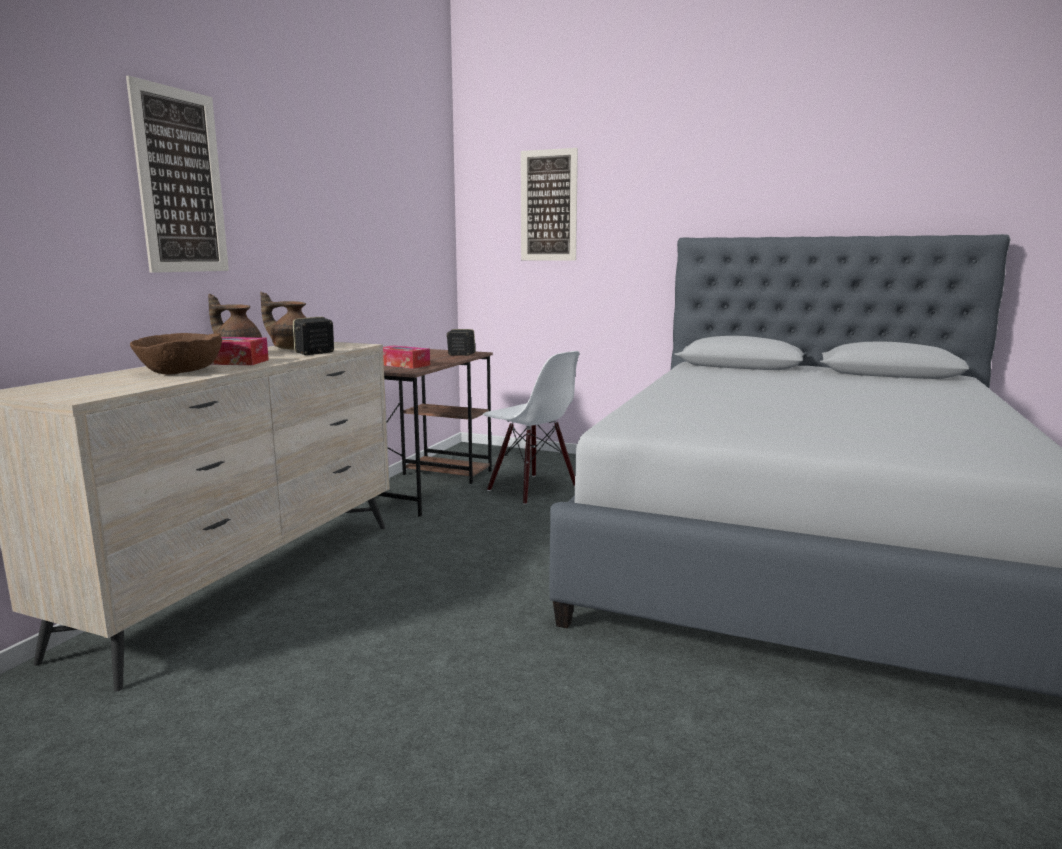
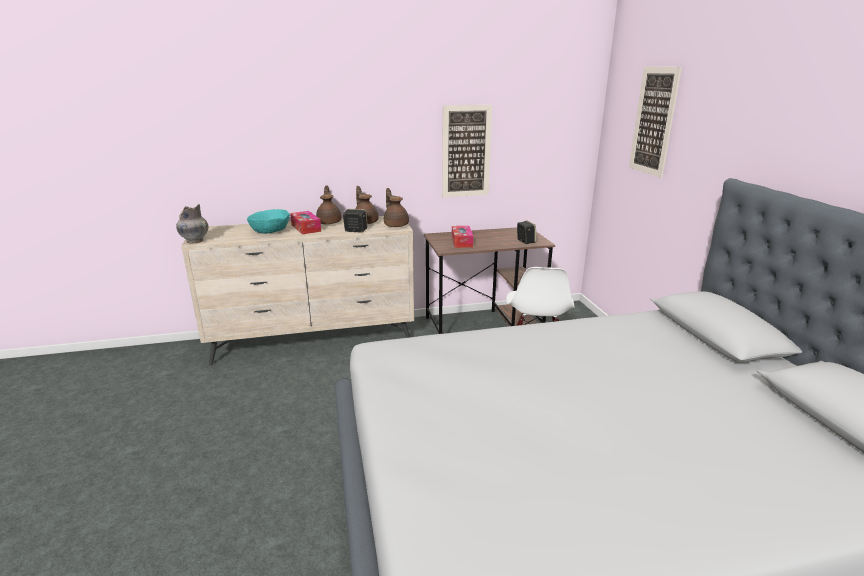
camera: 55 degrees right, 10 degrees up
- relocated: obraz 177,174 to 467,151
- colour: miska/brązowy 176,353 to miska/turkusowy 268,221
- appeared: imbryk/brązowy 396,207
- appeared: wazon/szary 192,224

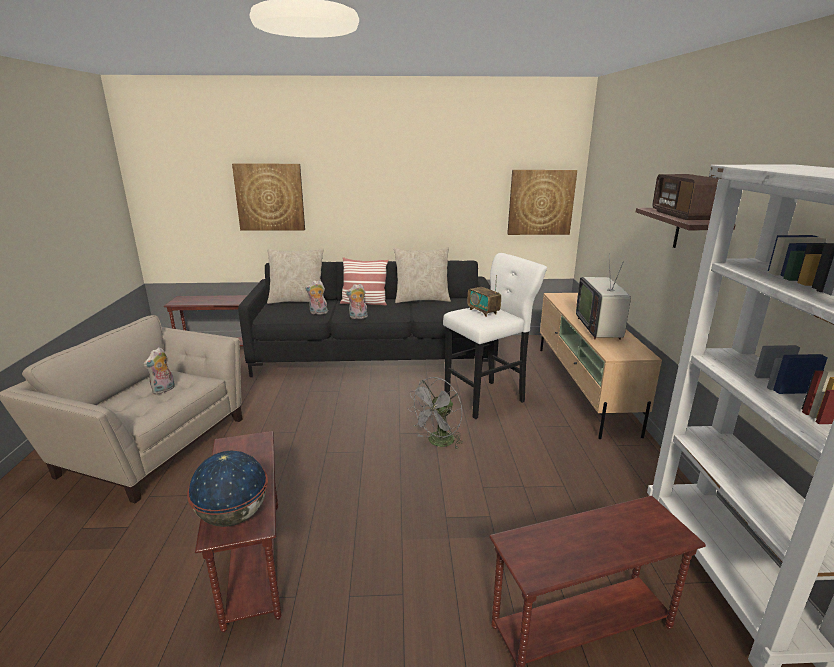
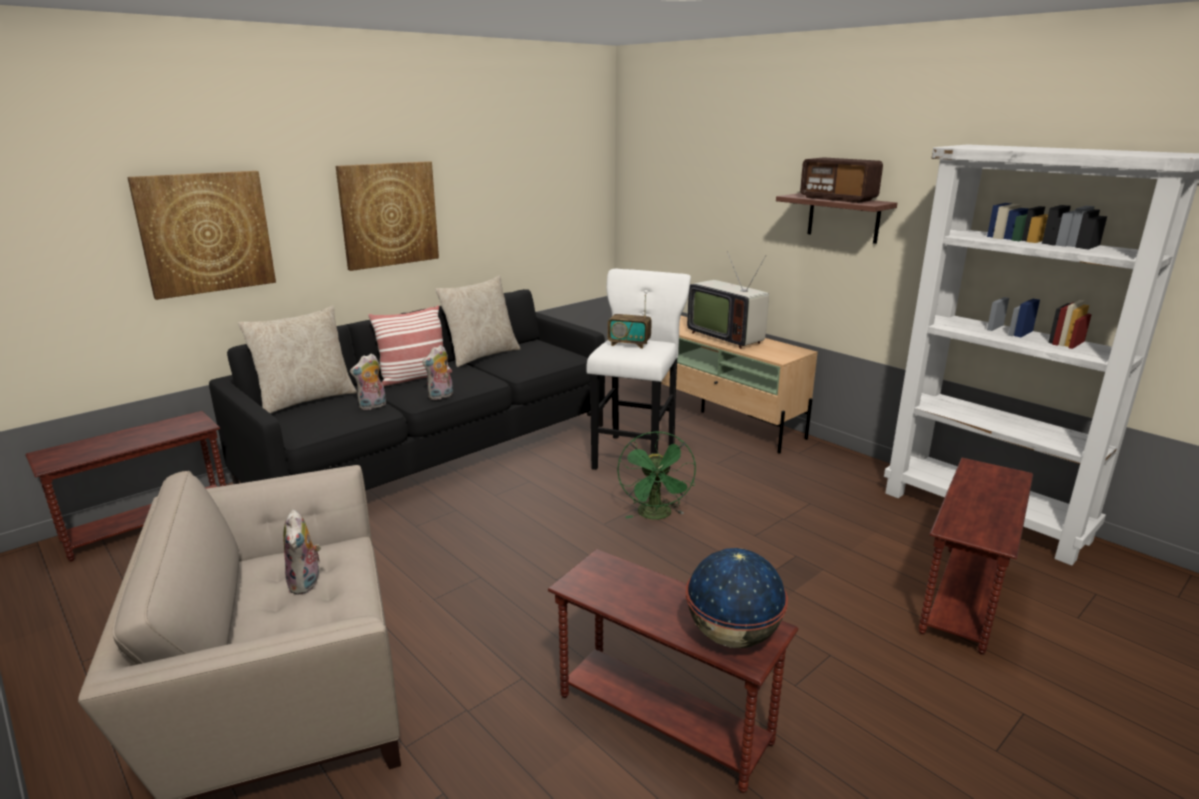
camera: 40 degrees left, 0 degrees up
- relocated: obraz 542,202 to 387,216
- colour: wentylator/szary 435,413 to wentylator/zielony 656,475

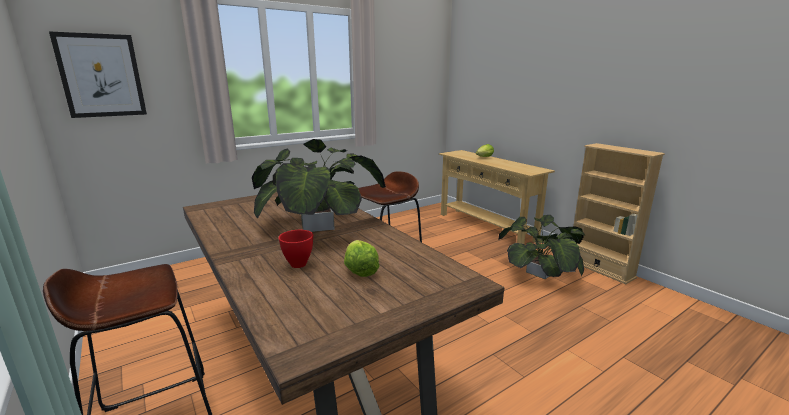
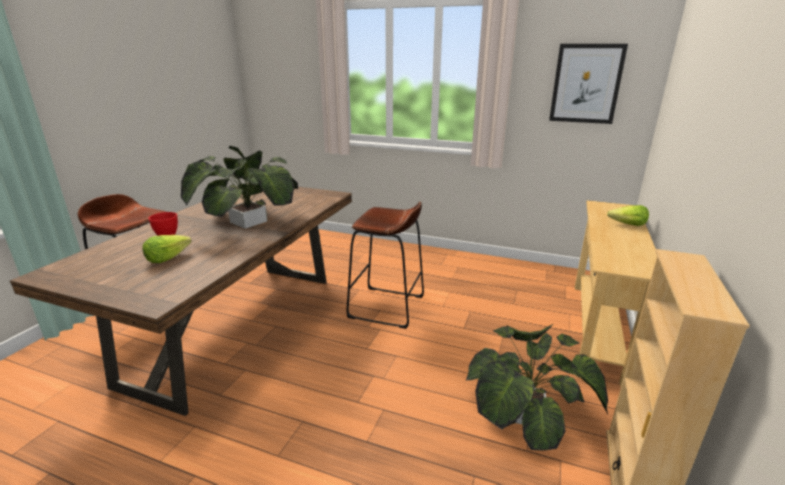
camera: 55 degrees right, 5 degrees up
- relocated: obraz 98,74 to 588,84

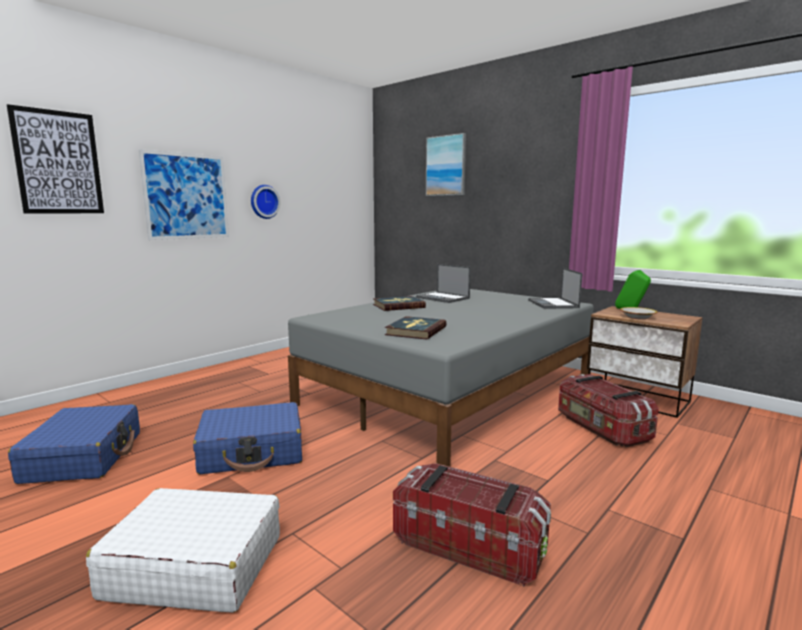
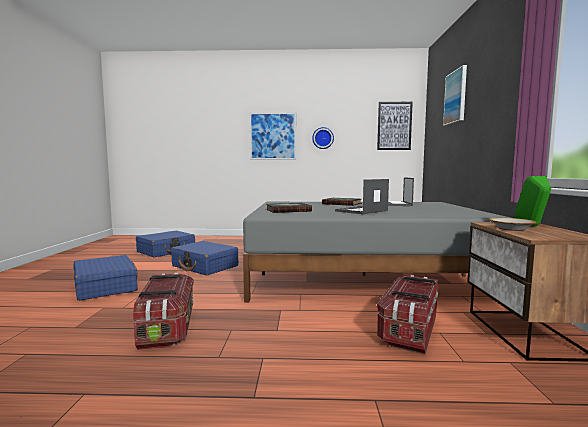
camera: 50 degrees right, 5 degrees down
- relocated: obraz 55,159 to 395,126
- relocated: laptop 555,288 to 362,196
- colour: walizka/biały 183,550 to walizka/niebieski 105,278

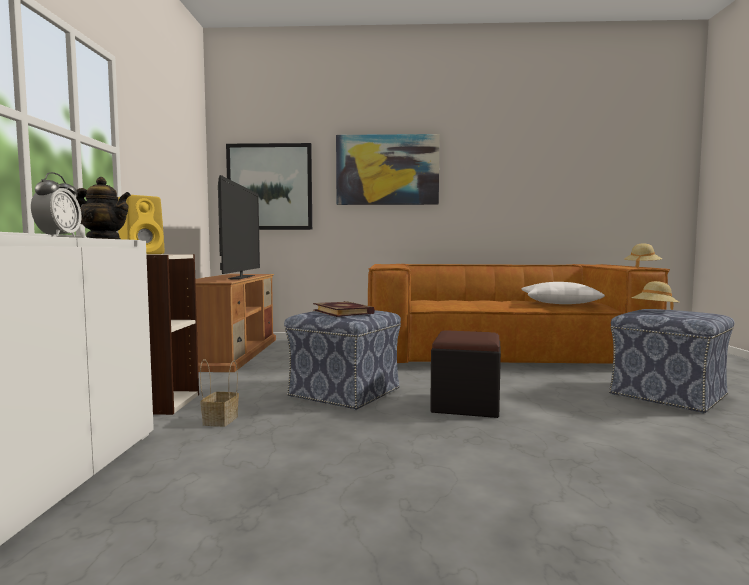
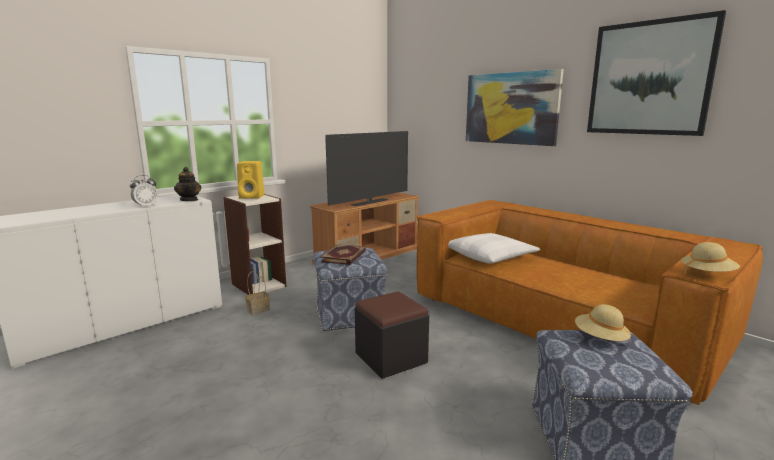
camera: 45 degrees right, 10 degrees up
- relocated: obraz 269,186 to 656,73
- relocated: poduszka/biały 563,293 to 494,248

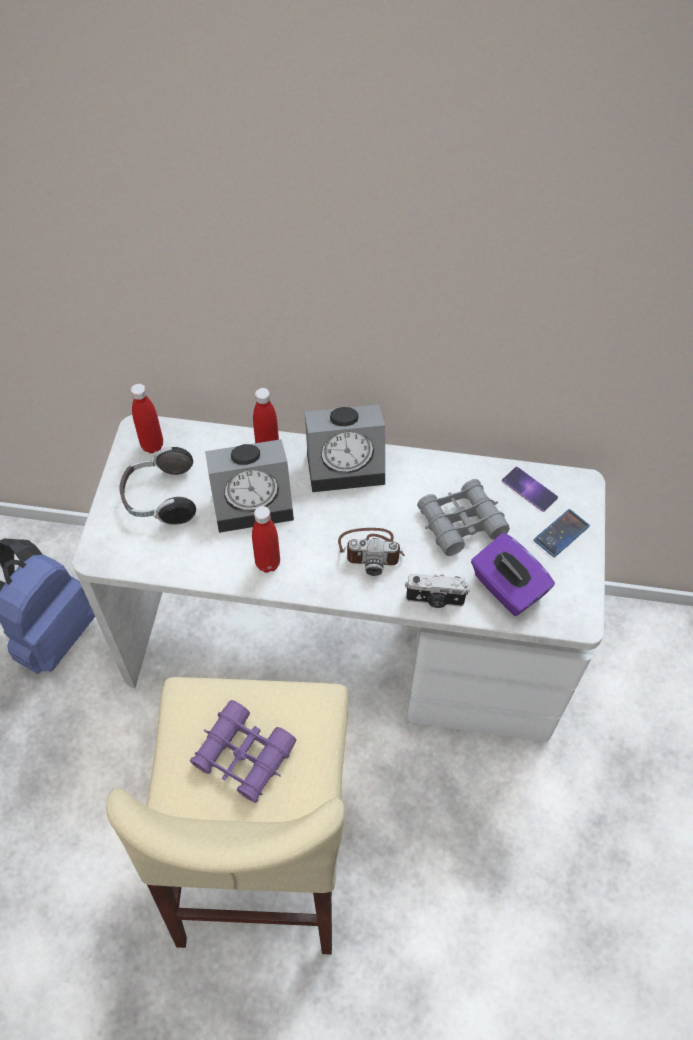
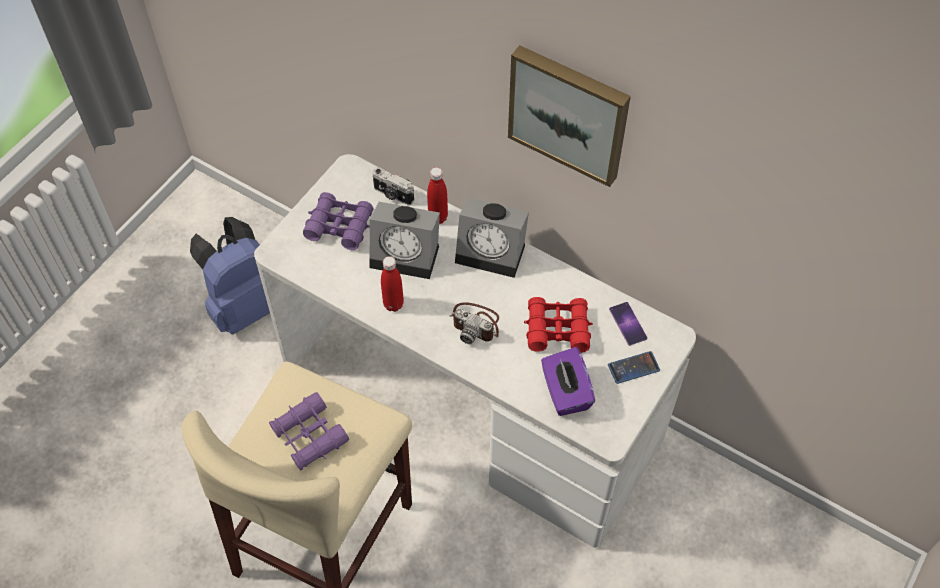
camera: 25 degrees right, 0 degrees up
- missing: butelka/czerwony 147,418
- exchanged: słuchawki 157,485 to lornetka/fioletowy 338,221
- colour: lornetka/szary 463,517 to lornetka/czerwony 558,325
- relocated: aparat fotograficzny 437,591 to 393,186
- appeared: obraz 569,116

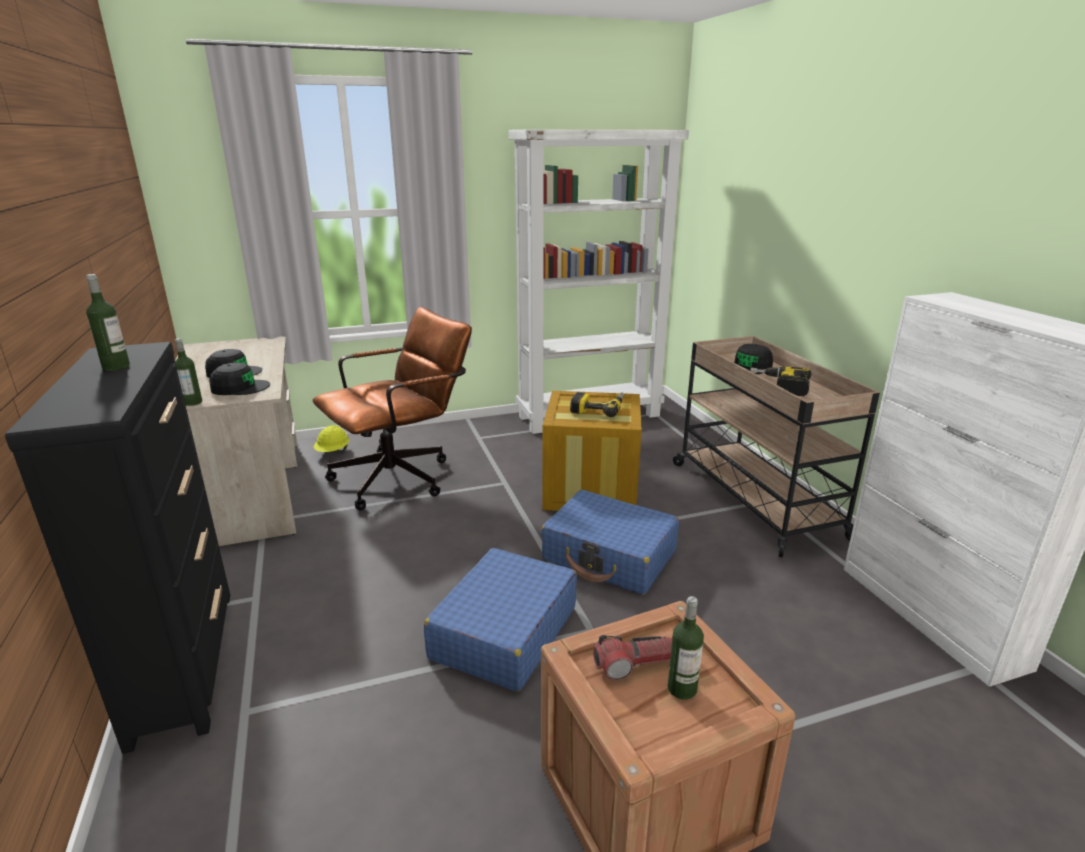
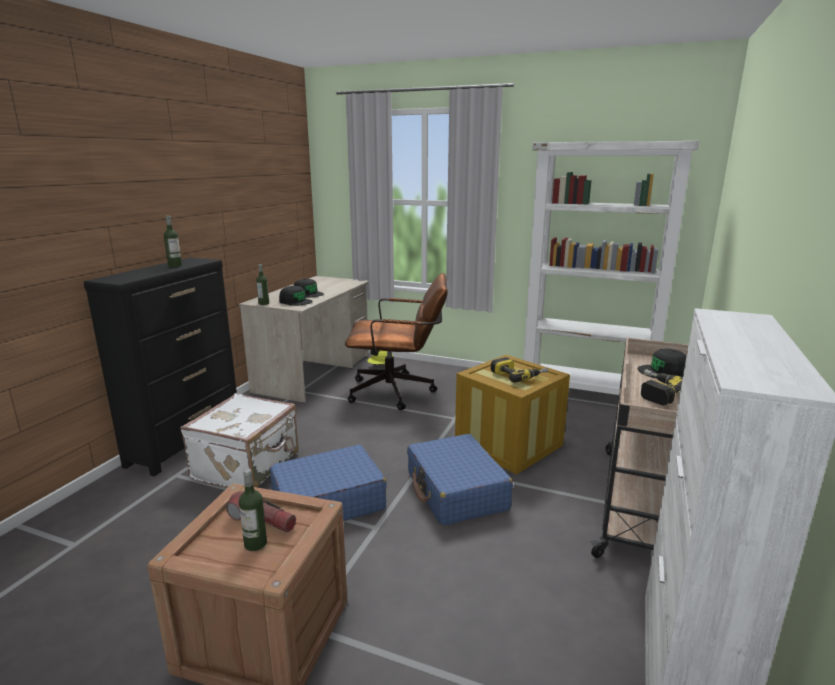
camera: 40 degrees right, 5 degrees down
- appeared: walizka/biały 239,440

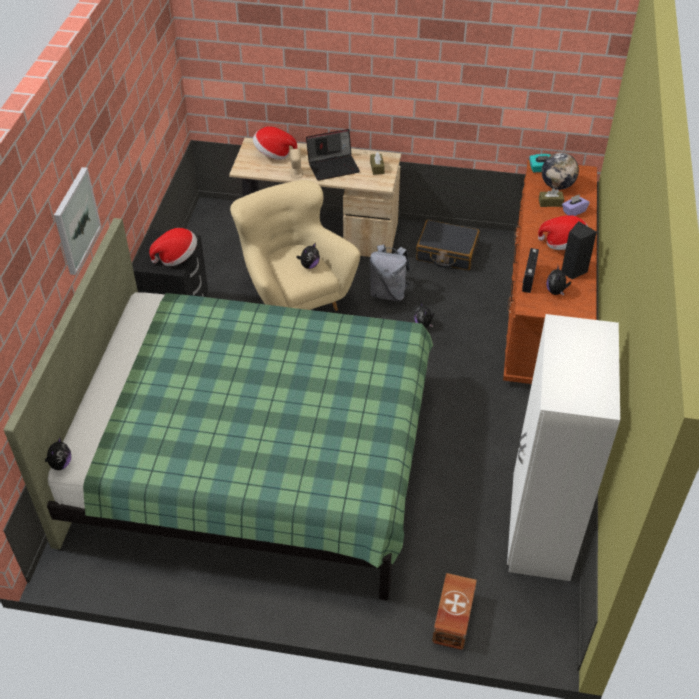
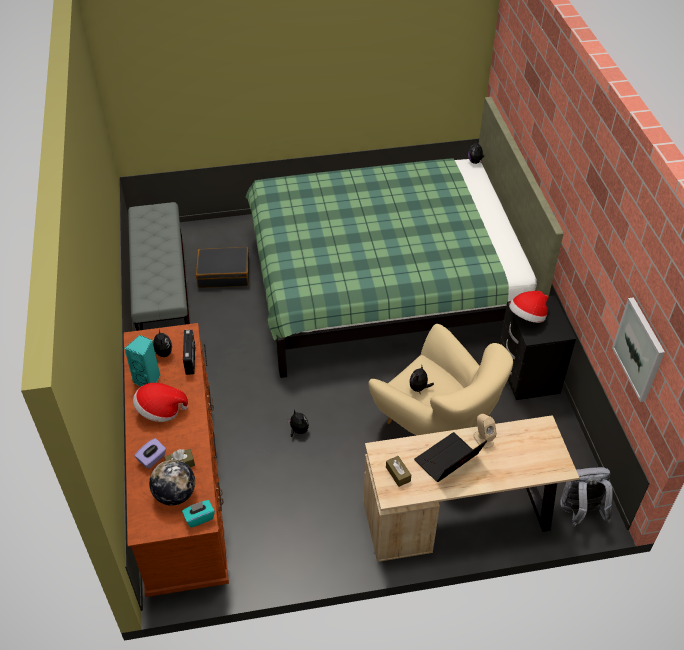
camera: 160 degrees right, 0 degrees up
- missing: kapelusz 275,143
- relocated: obraz 77,221 to 638,349
- relocated: walizka/czarny 448,245 to 222,267
- colour: głośnik/czarny 579,250 to głośnik/turkusowy 142,361
- relocated: plecak/szary 389,272 to 586,497
- exchanged: szafa/biały 563,447 to ławka/szary 159,266
- missing: pojemnik do przechowywania/brązowy 454,611

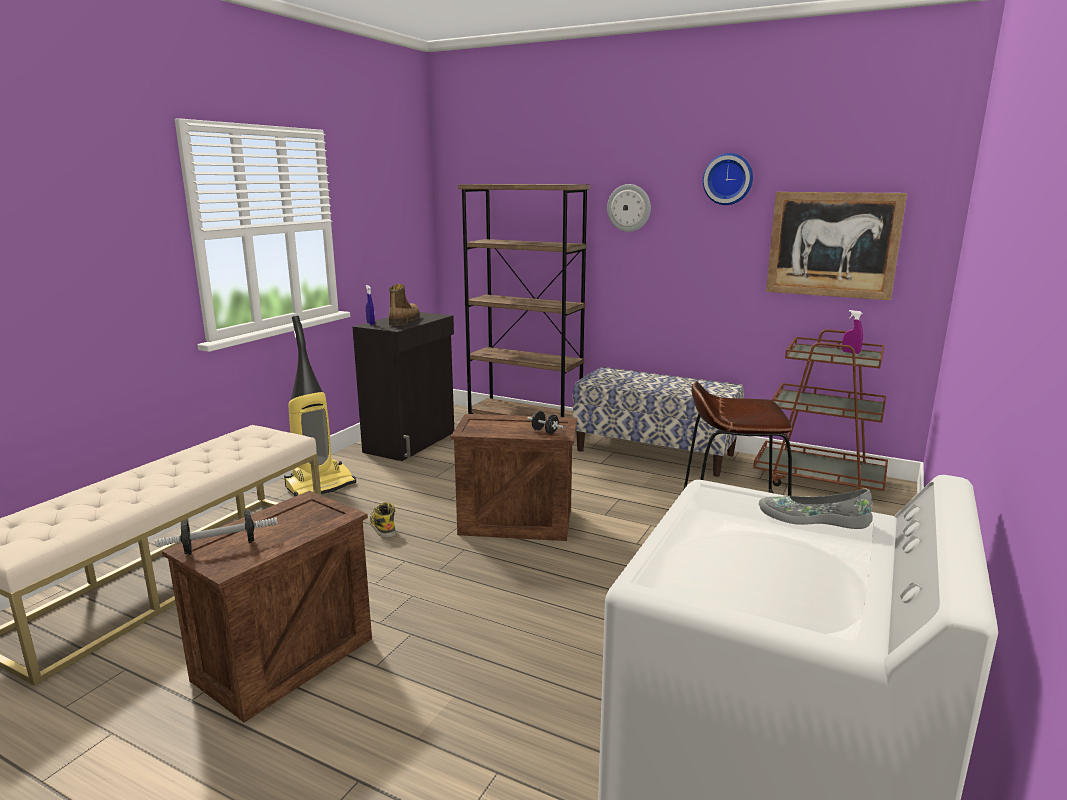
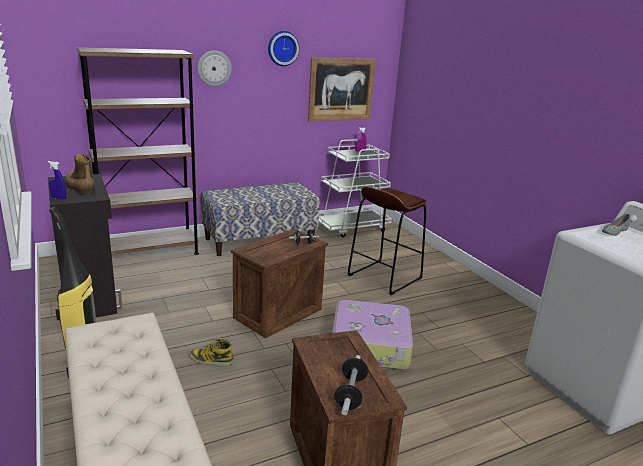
camera: 55 degrees left, 5 degrees up
- colour: wózek/brązowy 820,410 to wózek/biały 355,188
- appeared: walizka 372,335

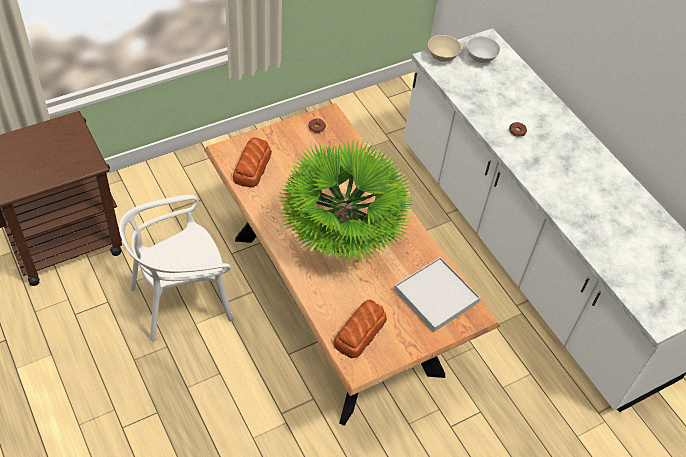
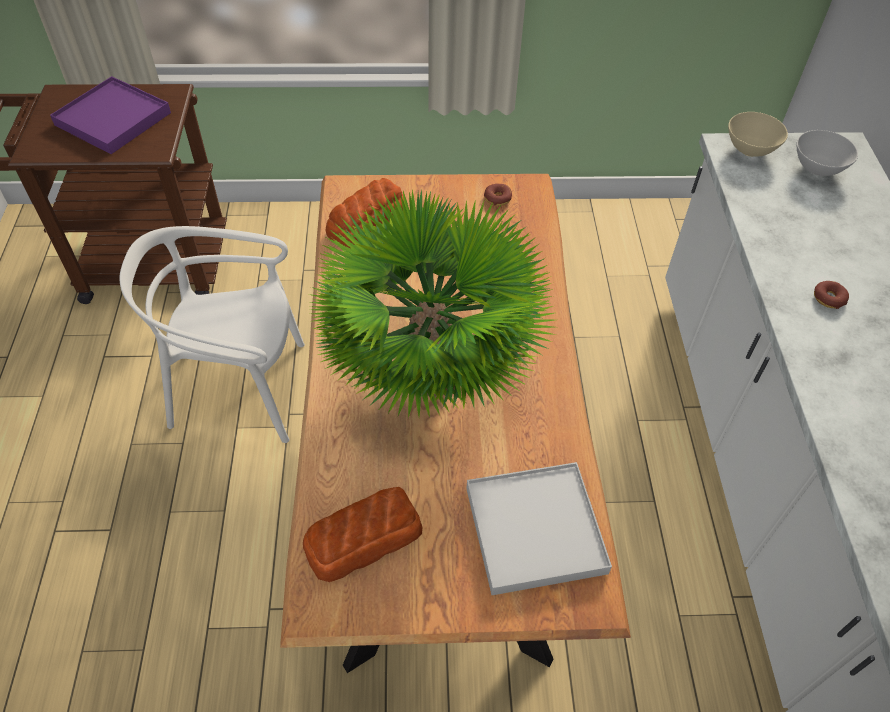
camera: 30 degrees right, 0 degrees up
- appeared: taca/fioletowy 110,115

